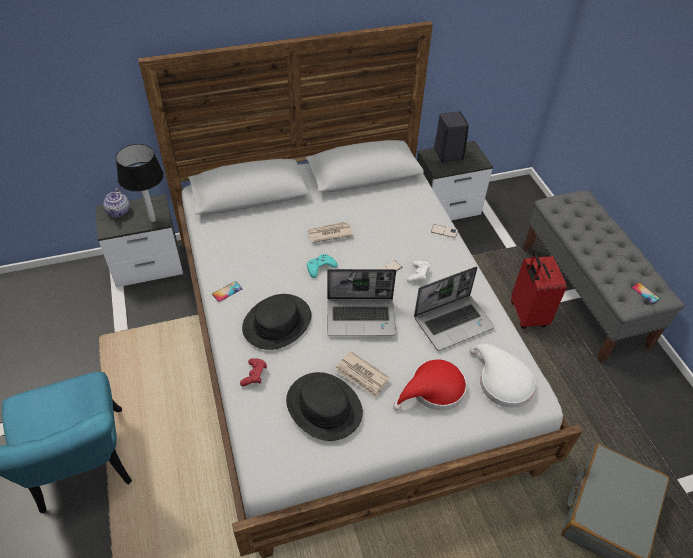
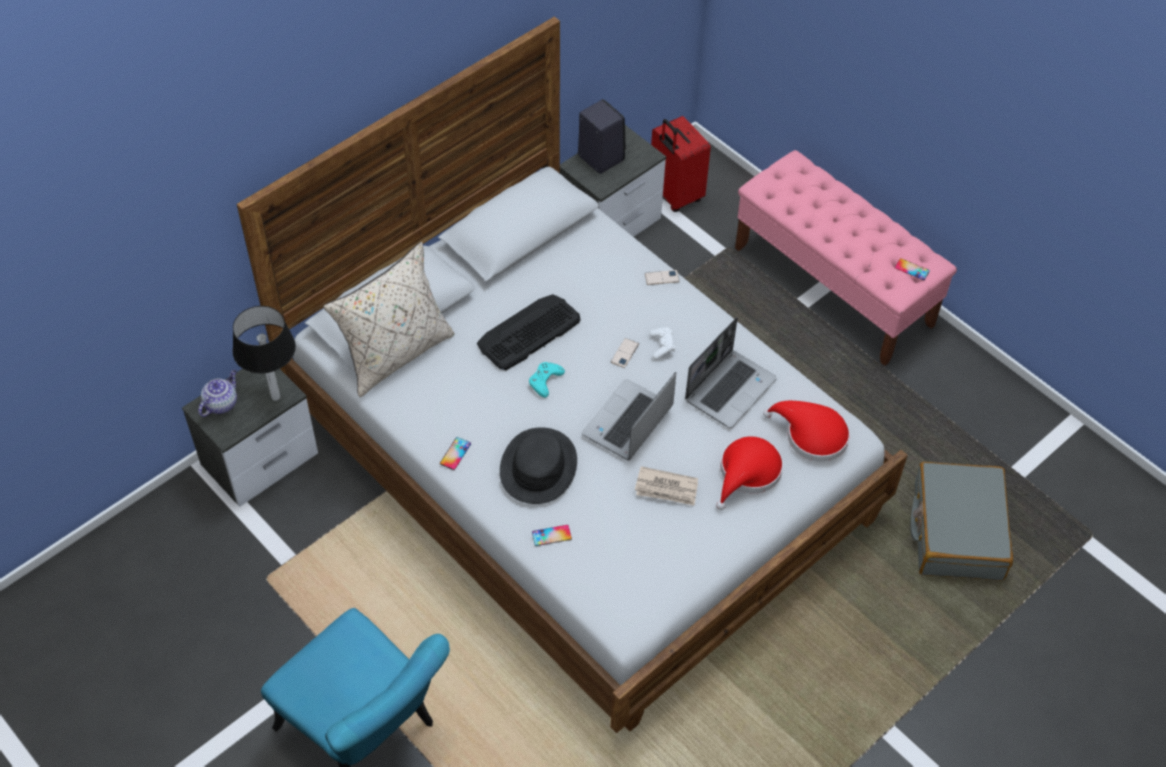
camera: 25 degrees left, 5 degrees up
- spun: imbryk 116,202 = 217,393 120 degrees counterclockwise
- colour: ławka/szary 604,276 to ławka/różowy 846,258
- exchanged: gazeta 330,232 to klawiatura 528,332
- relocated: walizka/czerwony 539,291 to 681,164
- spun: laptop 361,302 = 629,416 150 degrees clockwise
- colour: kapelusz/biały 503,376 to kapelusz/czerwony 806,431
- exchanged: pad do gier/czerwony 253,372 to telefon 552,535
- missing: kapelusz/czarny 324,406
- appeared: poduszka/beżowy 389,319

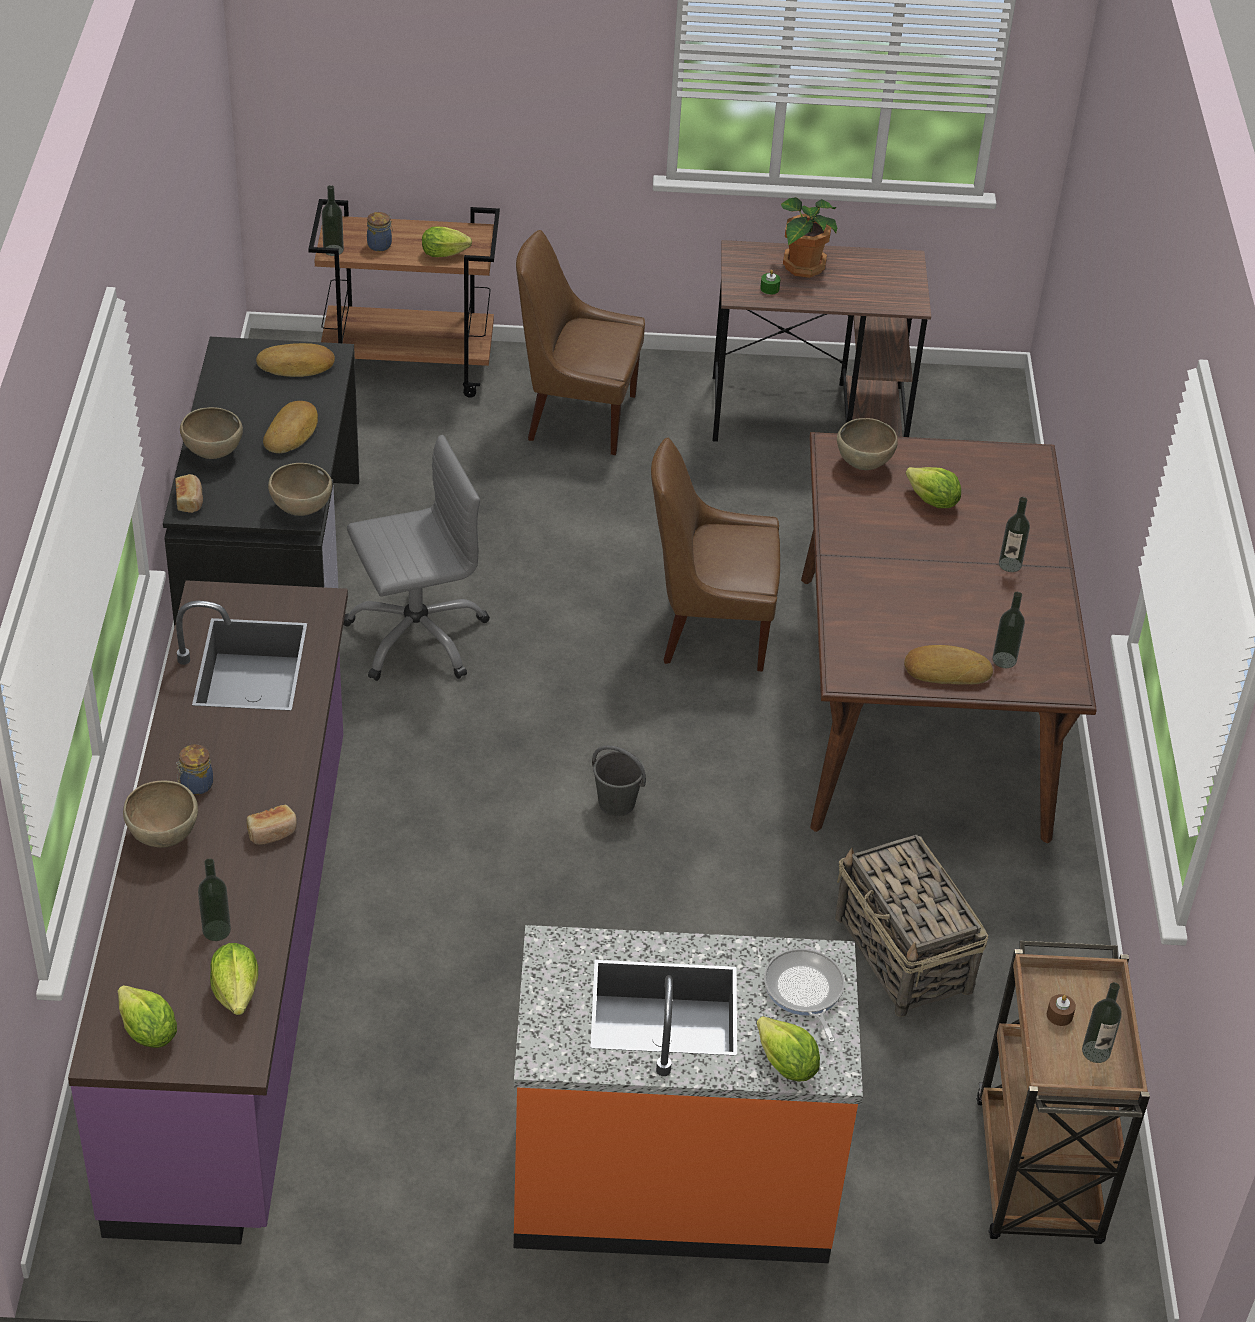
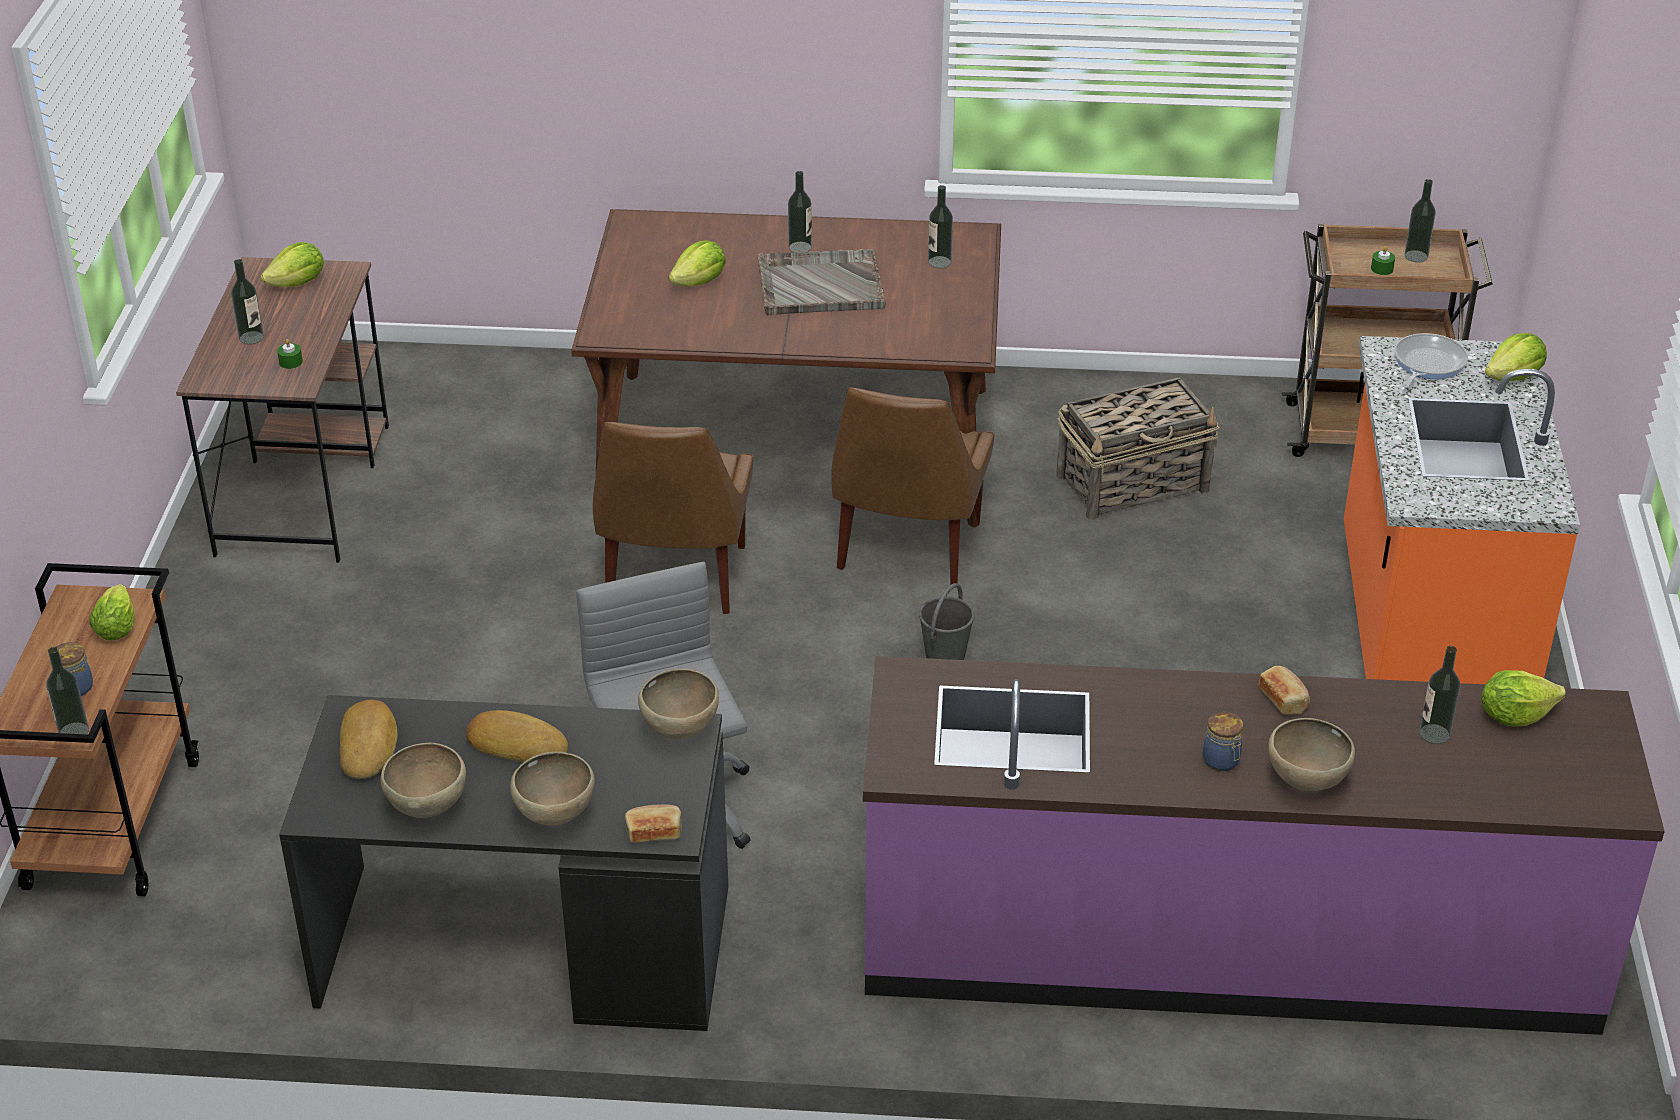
camera: 85 degrees left, 5 degrees down
- exchanged: roślina doniczkowa 809,237 to butelka 247,301
- relocated: krzesło/brązowy 580,342 to 913,486
- relocated: miska/brązowy 867,444 to 423,780
- missing: chleb 948,665
- spun: patelnia 804,995 = 1431,360 135 degrees clockwise
- relocated: sałata 147,1016 to 292,264
- colour: świeca/brązowy 1061,1010 to świeca/zielony 1383,260
- appeared: taca/szary 821,282

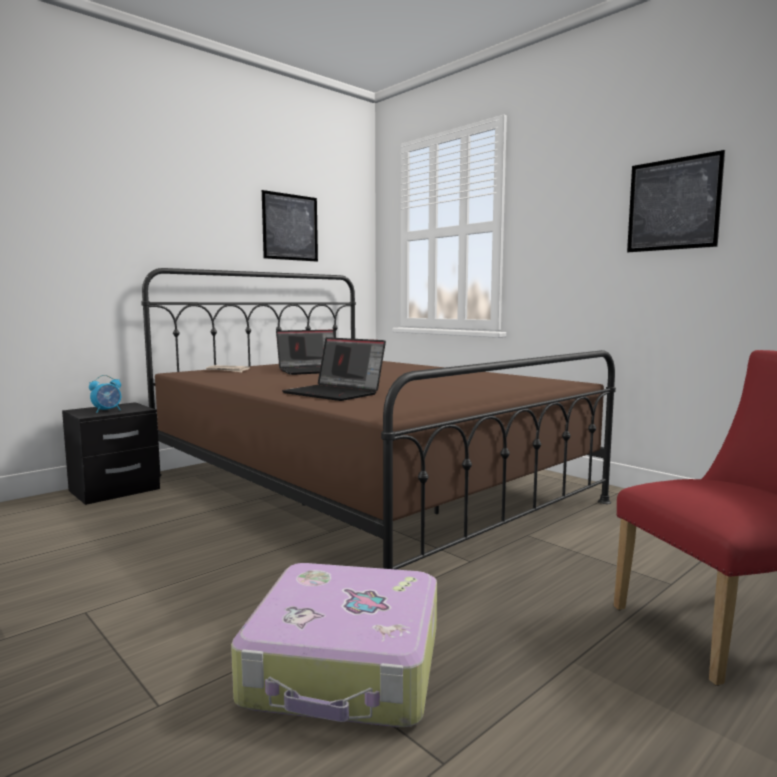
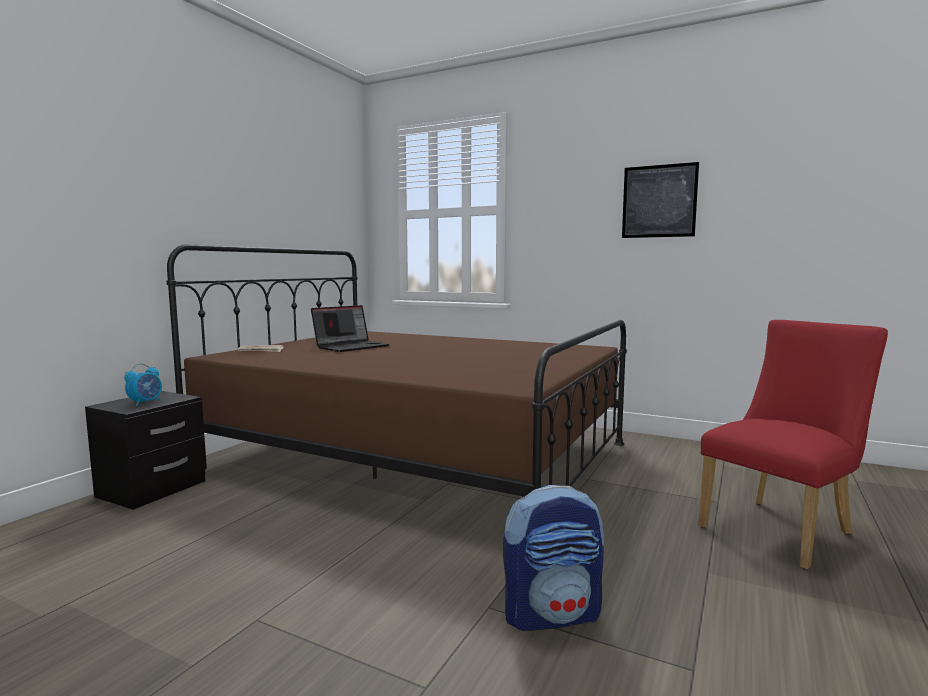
camera: 20 degrees left, 0 degrees up
- missing: obraz 290,226
- missing: laptop 334,369
- exchanged: walizka 334,645 to plecak 553,558

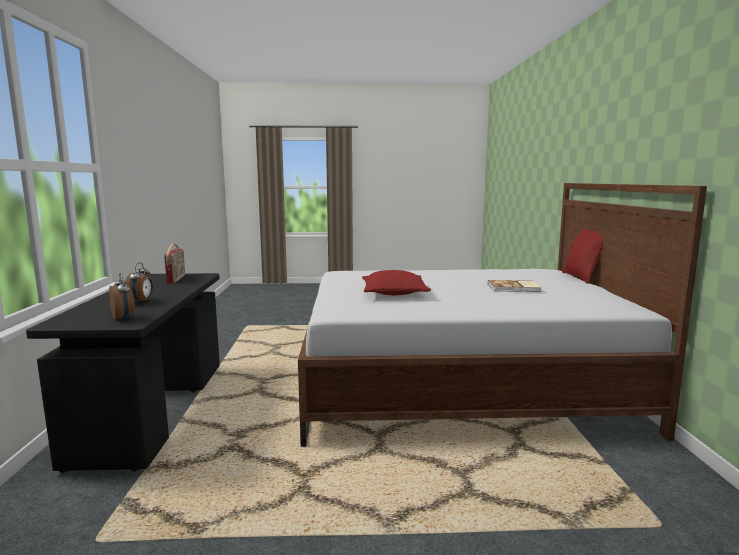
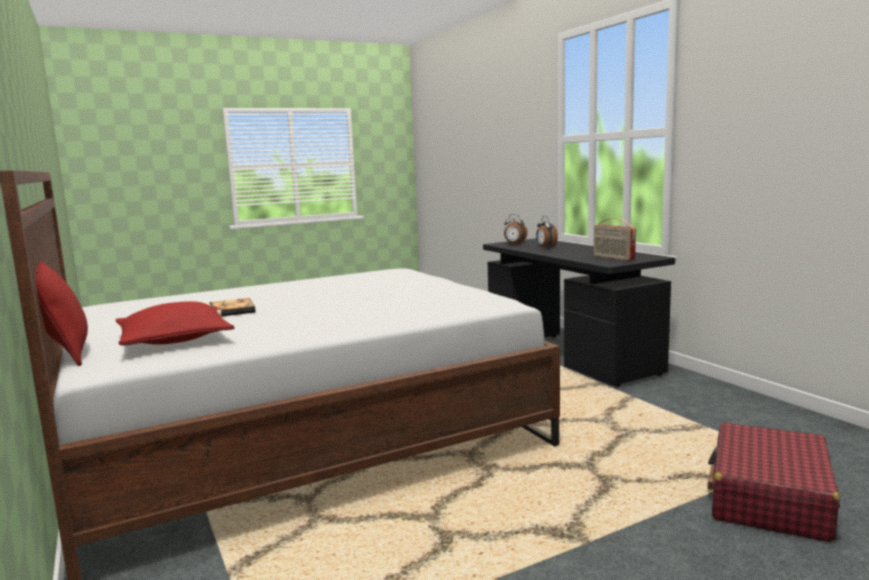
camera: 155 degrees right, 0 degrees up
- relocated: poduszka/czerwony 396,282 to 175,323
- appeared: walizka/czerwony 773,482

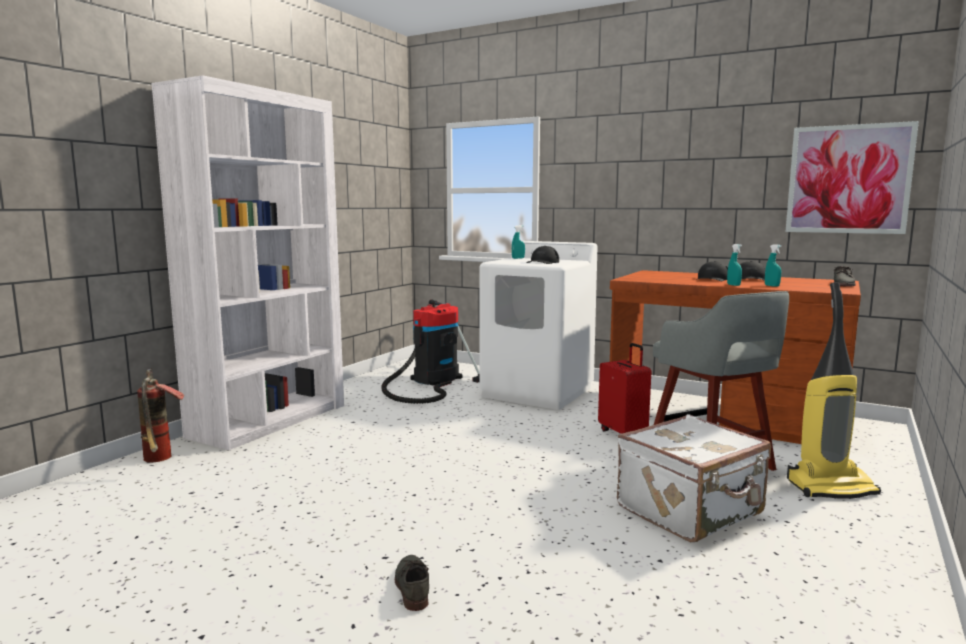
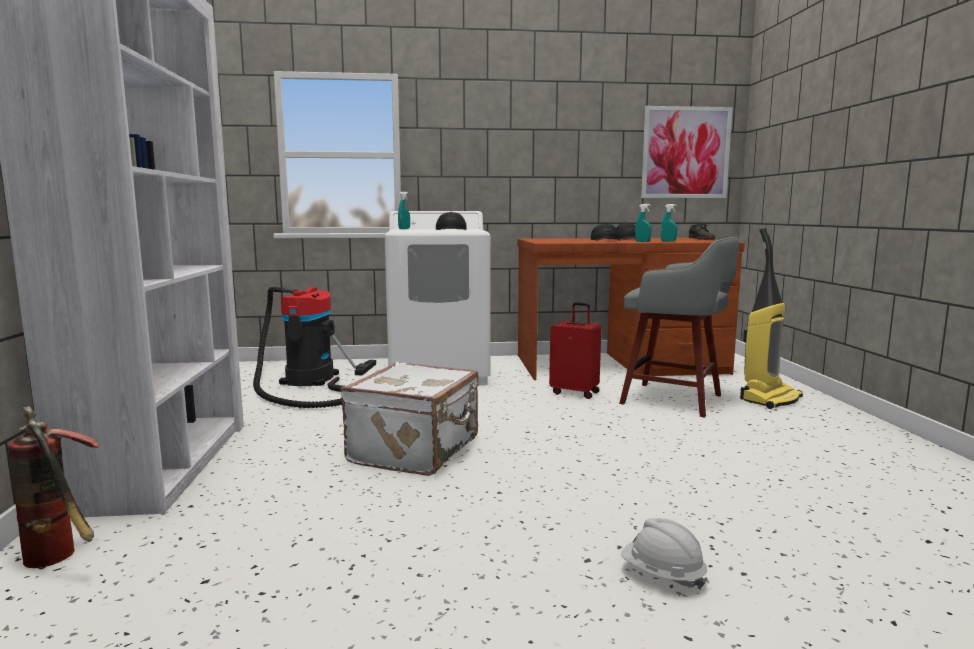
camera: 35 degrees left, 0 degrees up
- relocated: walizka/biały 694,478 to 409,419
- exchanged: but/szary 412,583 to kask/biały 664,554

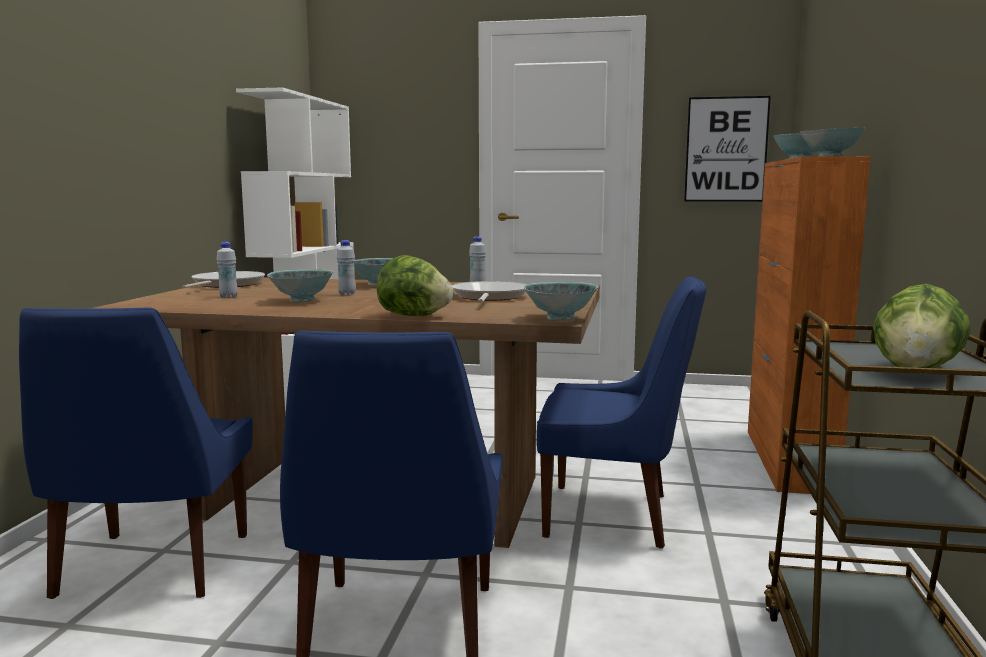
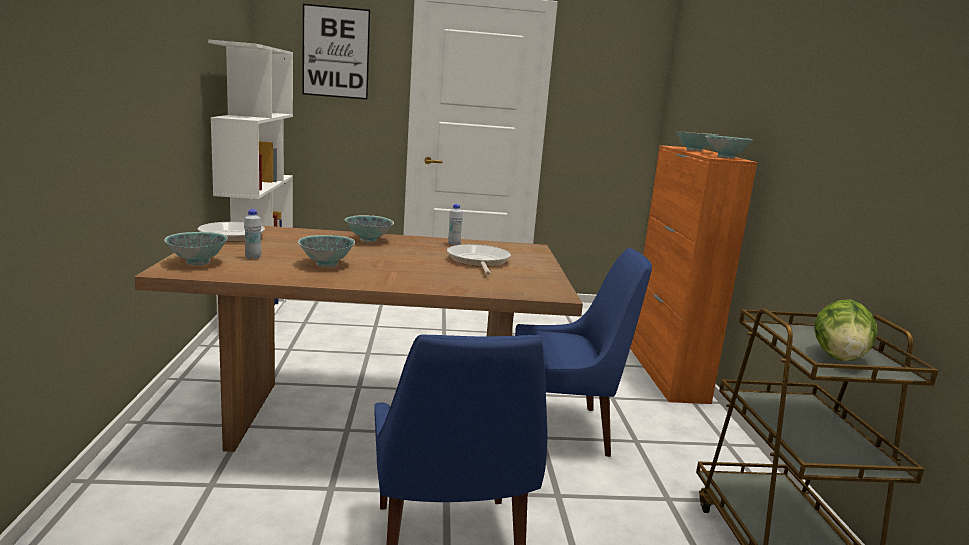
camera: 15 degrees left, 5 degrees up
- relocated: obraz 727,149 to 336,52
- missing: butelka/biały 346,267
- missing: sałata 415,285
- relocated: miska 561,301 to 196,249
- missing: krzesło/niebieski 136,453

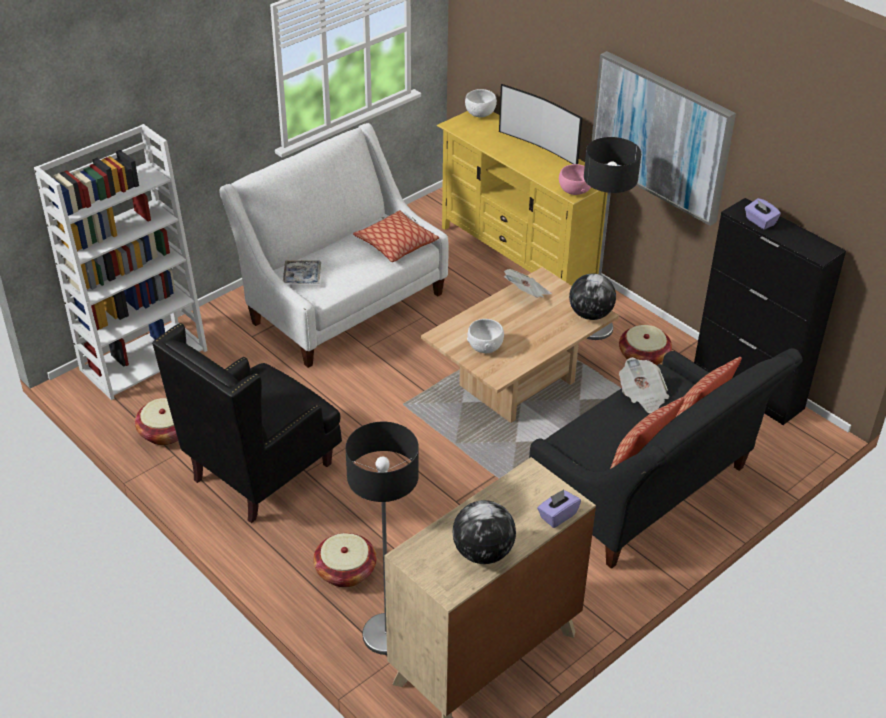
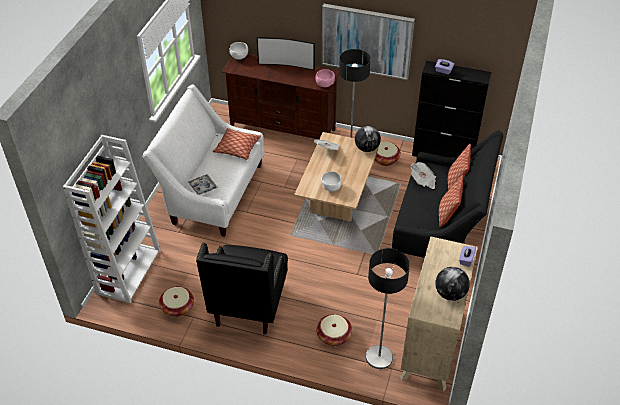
camera: 30 degrees left, 5 degrees up
- colour: szafka pod telewizor/żółty 522,198 to szafka pod telewizor/brązowy 280,96

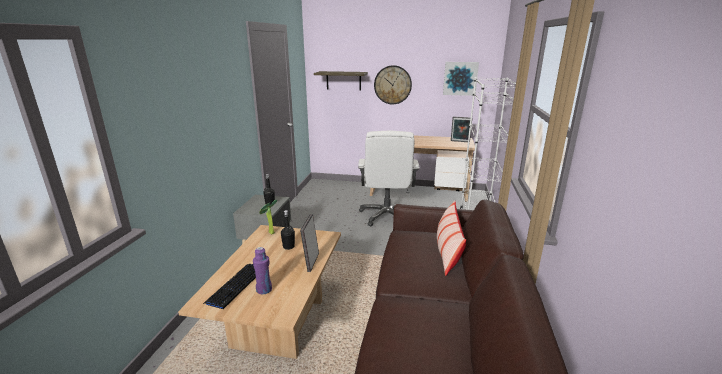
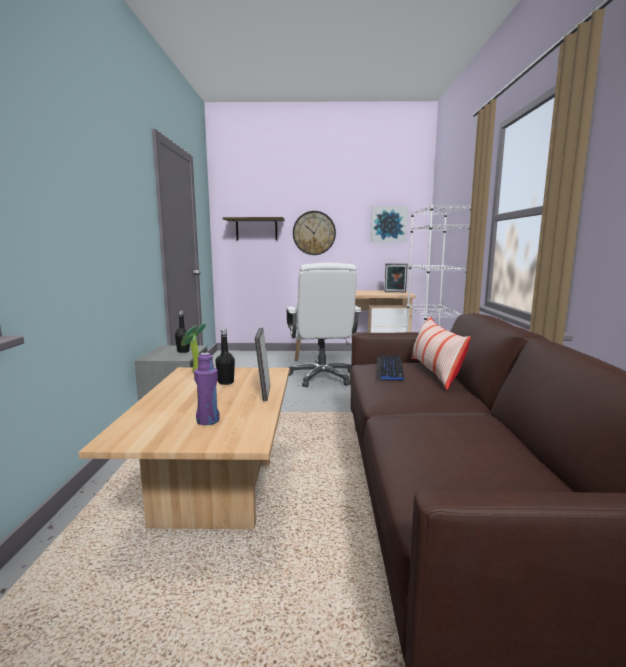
camera: 10 degrees left, 10 degrees down
- relocated: klawiatura 229,286 to 390,368

